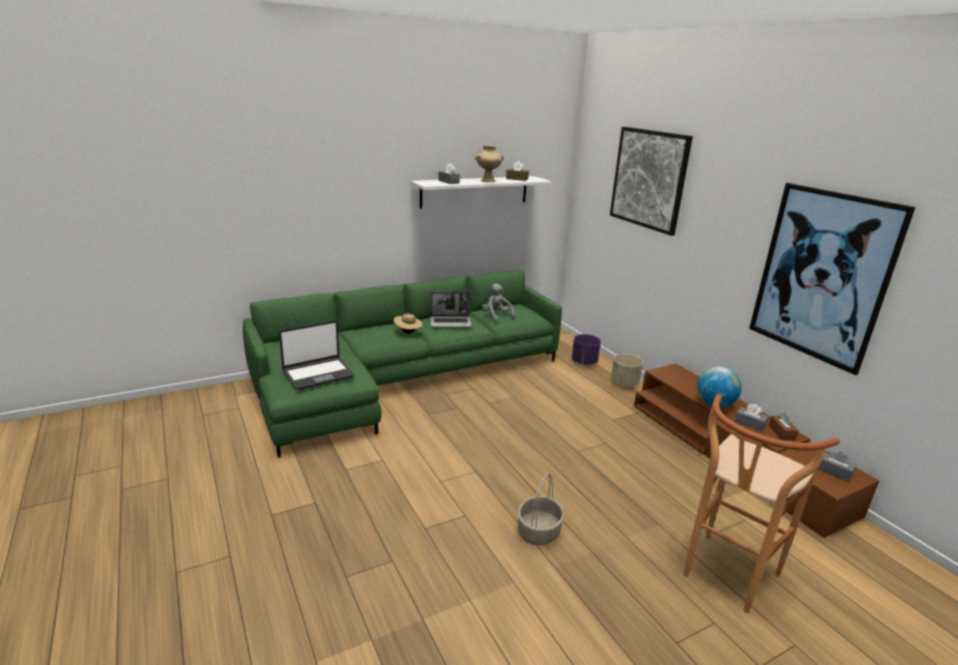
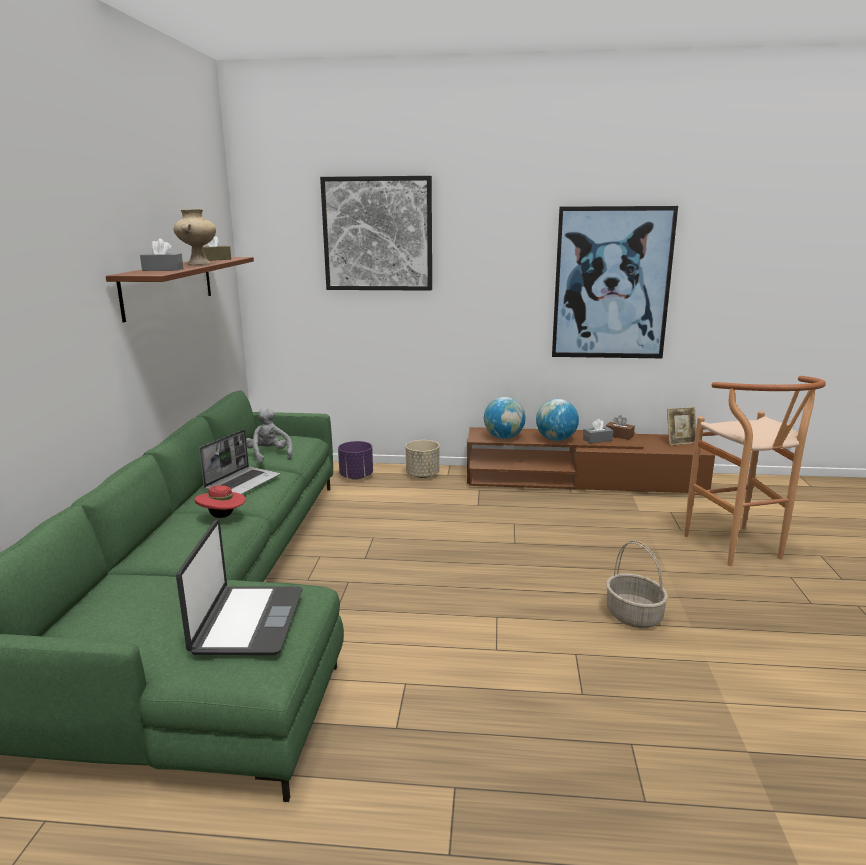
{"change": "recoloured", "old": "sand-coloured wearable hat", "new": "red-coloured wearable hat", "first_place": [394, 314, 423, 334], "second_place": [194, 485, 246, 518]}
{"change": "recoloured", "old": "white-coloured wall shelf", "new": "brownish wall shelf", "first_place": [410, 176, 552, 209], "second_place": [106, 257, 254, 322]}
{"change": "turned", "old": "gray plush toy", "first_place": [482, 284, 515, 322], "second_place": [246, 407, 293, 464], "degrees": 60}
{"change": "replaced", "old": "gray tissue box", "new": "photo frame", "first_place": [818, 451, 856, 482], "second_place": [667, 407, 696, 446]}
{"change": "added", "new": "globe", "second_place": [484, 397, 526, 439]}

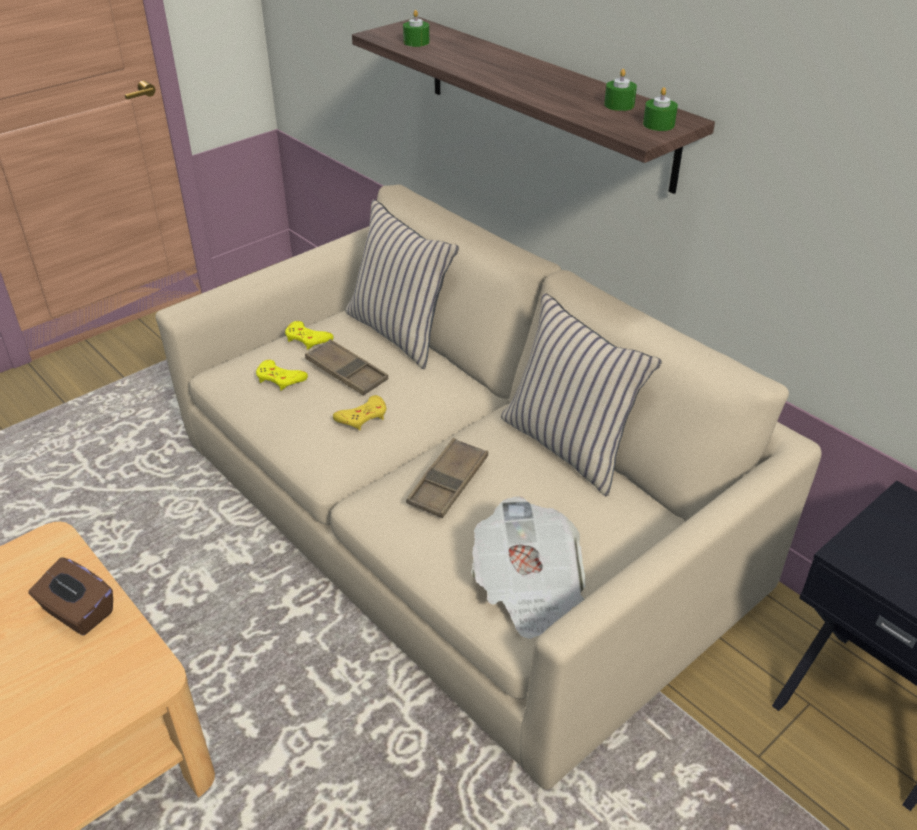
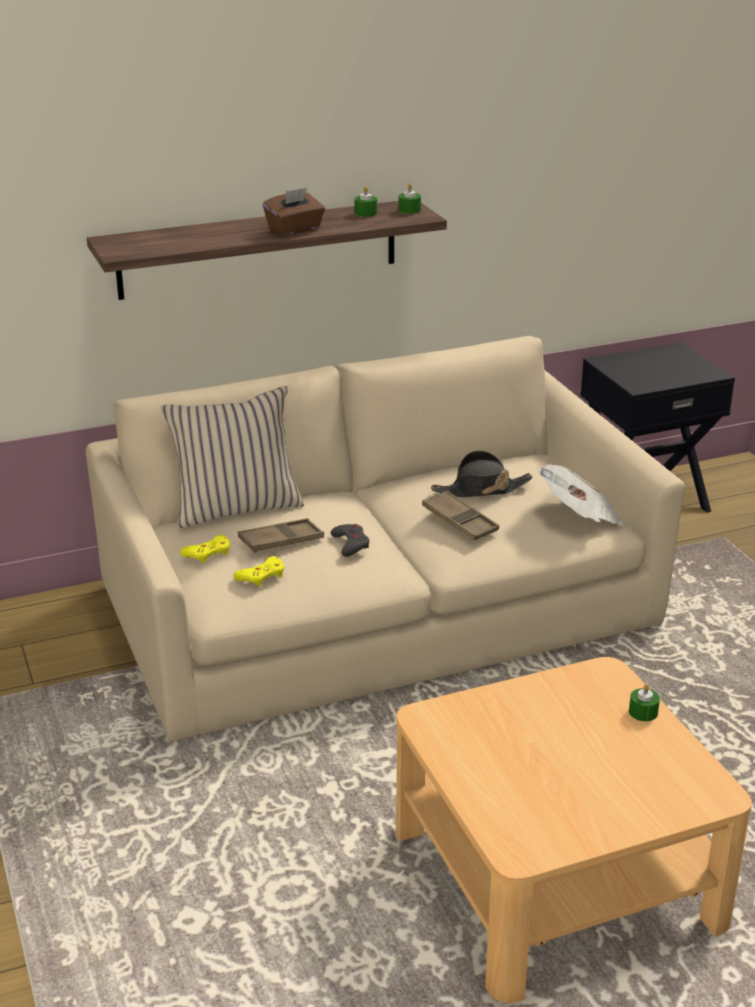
{"change": "moved", "old": "brownish tissue box", "first_place": [28, 557, 113, 635], "second_place": [263, 188, 325, 236]}
{"change": "recoloured", "old": "yellow gamepad", "new": "gray gamepad", "first_place": [333, 395, 386, 430], "second_place": [331, 524, 370, 557]}
{"change": "moved", "old": "greenish candle", "first_place": [403, 10, 429, 47], "second_place": [629, 684, 660, 721]}
{"change": "removed", "old": "sand-coloured cushion", "first_place": [501, 293, 662, 497]}
{"change": "added", "new": "black-coloured wearable hat", "second_place": [431, 450, 533, 498]}

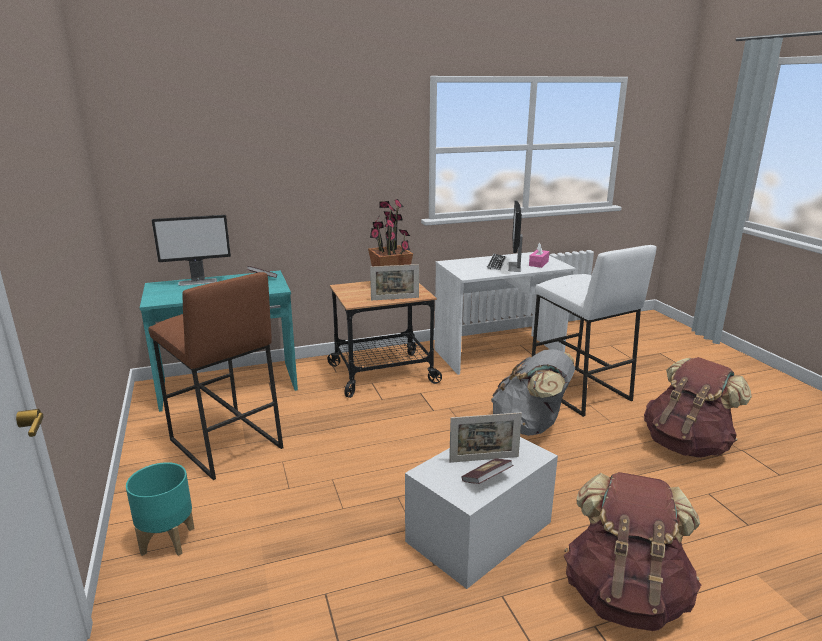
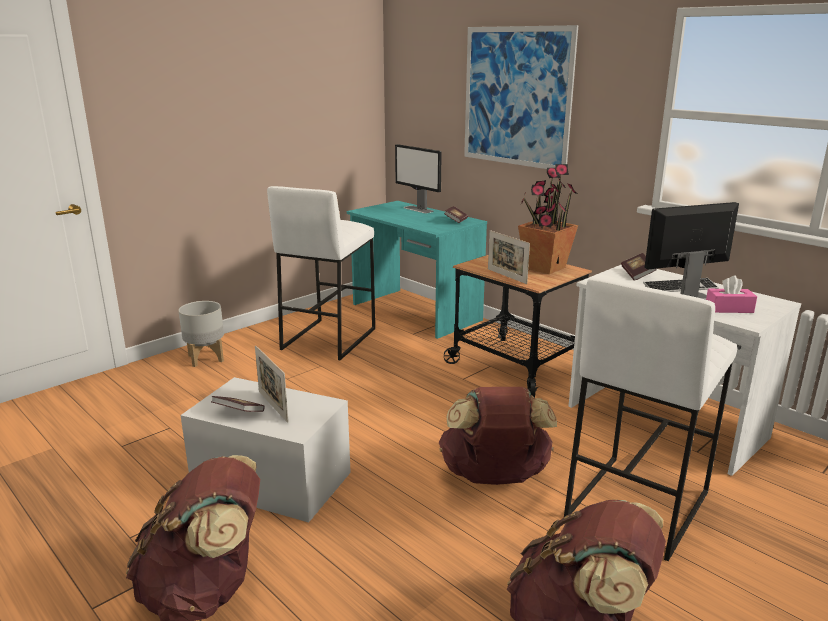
{"change": "recoloured", "old": "turquoise planter", "new": "gray planter", "first_place": [126, 462, 195, 556], "second_place": [178, 301, 224, 367]}
{"change": "recoloured", "old": "brownish sitting stool", "new": "white-coloured sitting stool", "first_place": [149, 272, 283, 480], "second_place": [267, 186, 375, 360]}
{"change": "recoloured", "old": "gray rucksack", "new": "brownish rucksack", "first_place": [491, 349, 575, 436], "second_place": [439, 387, 557, 485]}
{"change": "added", "new": "picture", "second_place": [464, 25, 578, 169]}
{"change": "added", "new": "volume", "second_place": [621, 253, 656, 281]}

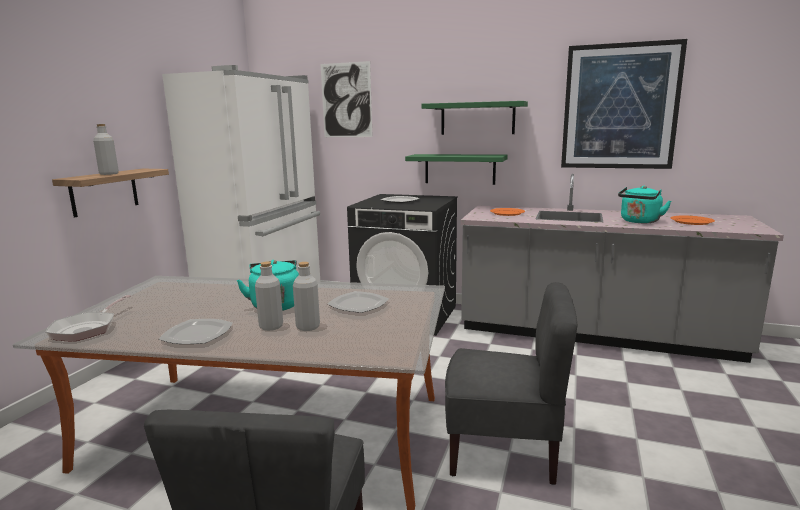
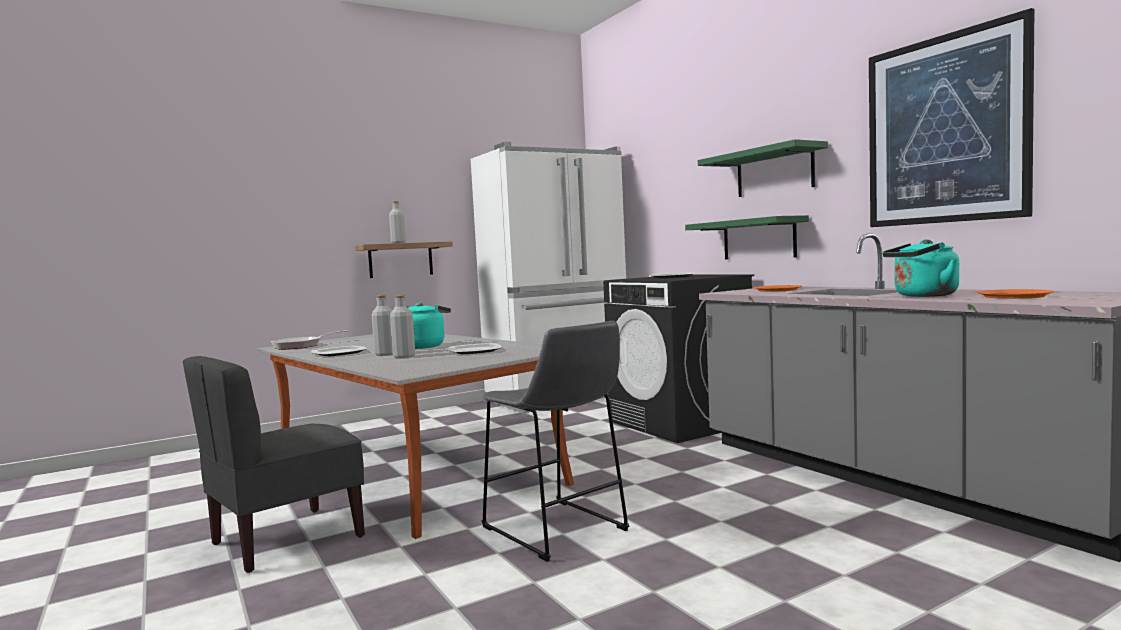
{"change": "removed", "old": "picture", "first_place": [321, 61, 373, 137]}
{"change": "replaced", "old": "gray upright chair", "new": "gray sitting stool", "first_place": [445, 282, 577, 485], "second_place": [481, 321, 629, 562]}

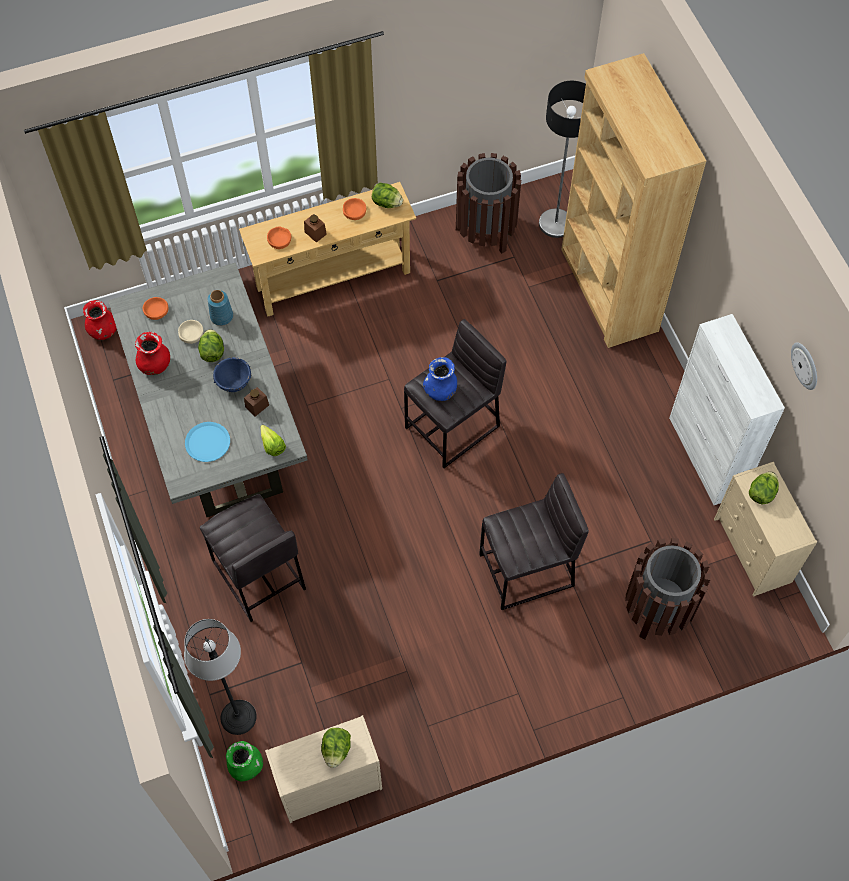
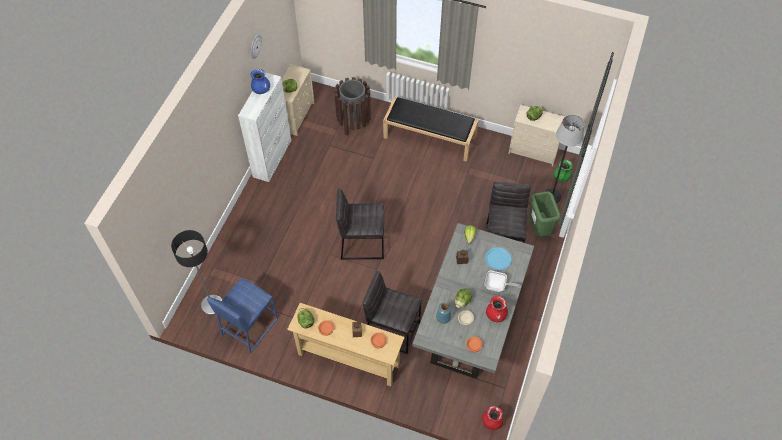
{"change": "removed", "old": "blue-coloured deep dish", "first_place": [213, 357, 251, 392]}
{"change": "moved", "old": "blue-coloured decorative vase", "first_place": [423, 357, 457, 401], "second_place": [251, 69, 270, 94]}
{"change": "replaced", "old": "brownish trash can", "new": "blue-coloured sitting stool", "first_place": [456, 153, 521, 254], "second_place": [207, 278, 278, 354]}
{"change": "moved", "old": "gray sitting stool", "first_place": [479, 473, 589, 610], "second_place": [363, 271, 422, 354]}
{"change": "removed", "old": "brownish shelving unit", "first_place": [561, 53, 706, 348]}
{"change": "added", "new": "black-coloured bench", "second_place": [383, 96, 479, 162]}
{"change": "added", "new": "pan", "second_place": [485, 271, 521, 292]}
{"change": "added", "new": "greenish trash can", "second_place": [529, 191, 561, 237]}

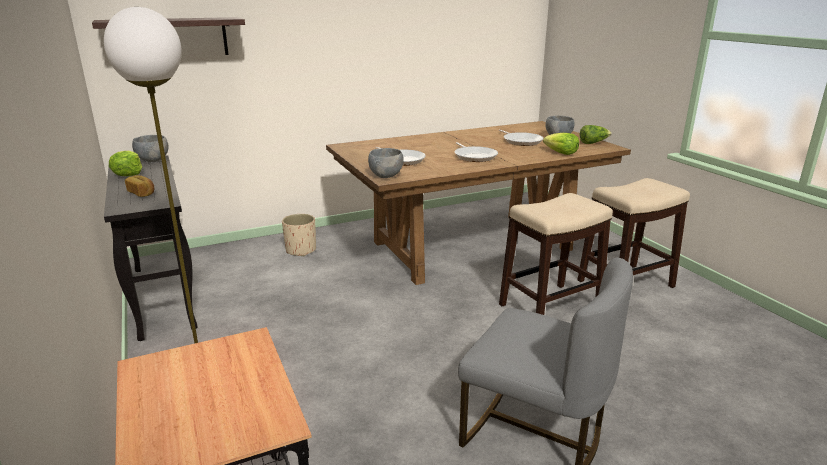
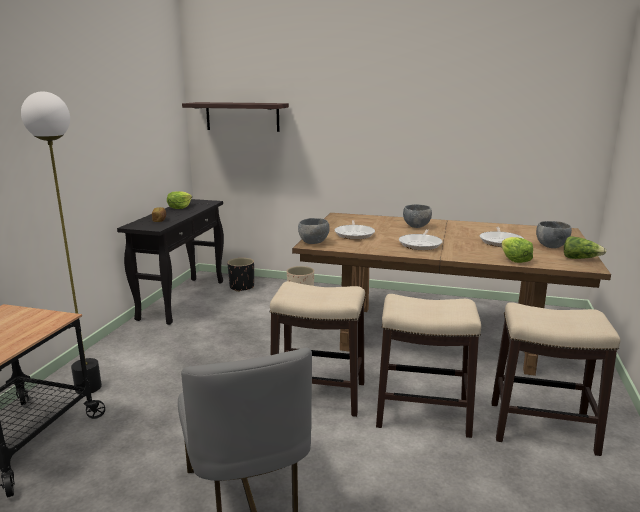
{"change": "moved", "old": "gray deep dish", "first_place": [132, 135, 169, 162], "second_place": [403, 204, 432, 228]}
{"change": "added", "new": "black-coloured planter", "second_place": [227, 258, 254, 292]}
{"change": "added", "new": "sitting stool", "second_place": [269, 281, 365, 417]}

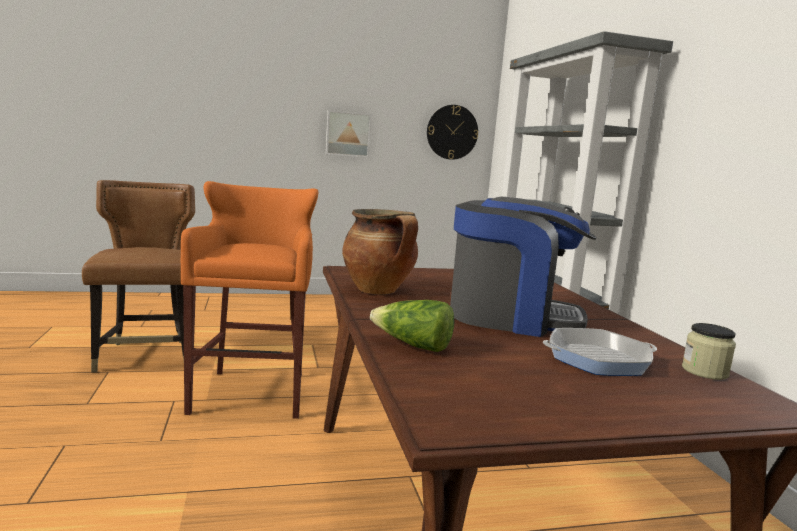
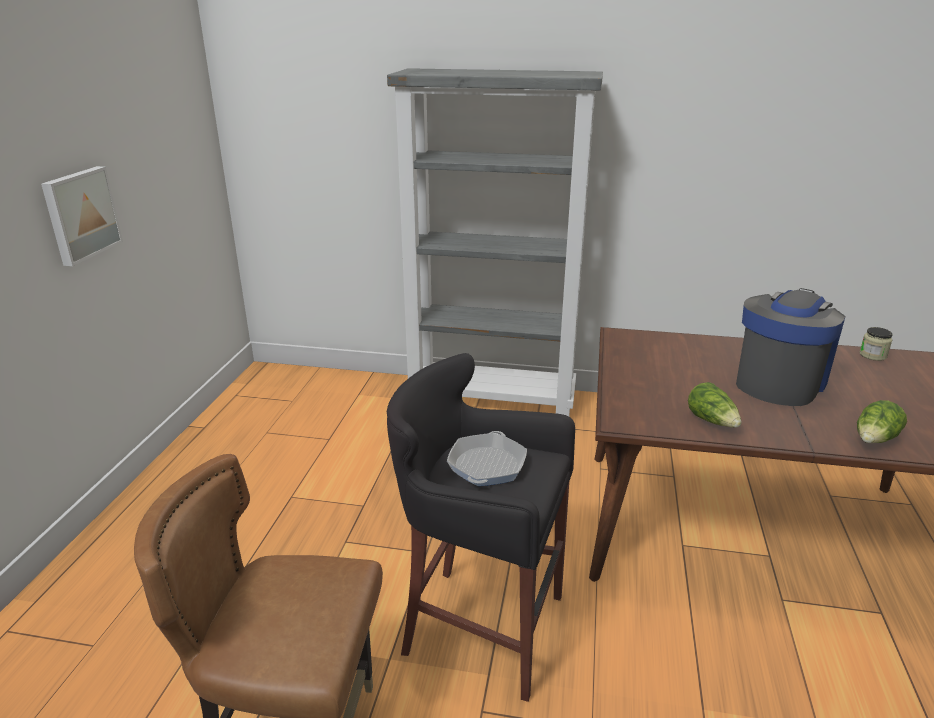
{"change": "recoloured", "old": "orange sitting stool", "new": "black-coloured sitting stool", "first_place": [181, 181, 319, 419], "second_place": [387, 353, 575, 702]}
{"change": "replaced", "old": "stockpot", "new": "head of lettuce", "first_place": [342, 209, 418, 294], "second_place": [688, 382, 742, 428]}
{"change": "removed", "old": "clock on the wall", "first_place": [427, 105, 478, 160]}
{"change": "moved", "old": "pan", "first_place": [543, 328, 657, 376], "second_place": [447, 431, 527, 486]}

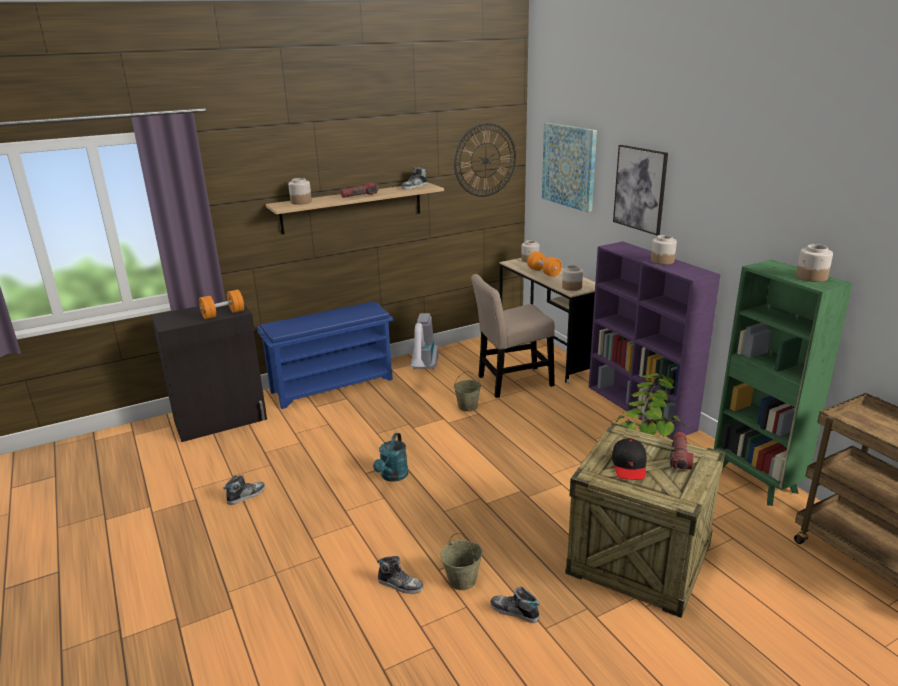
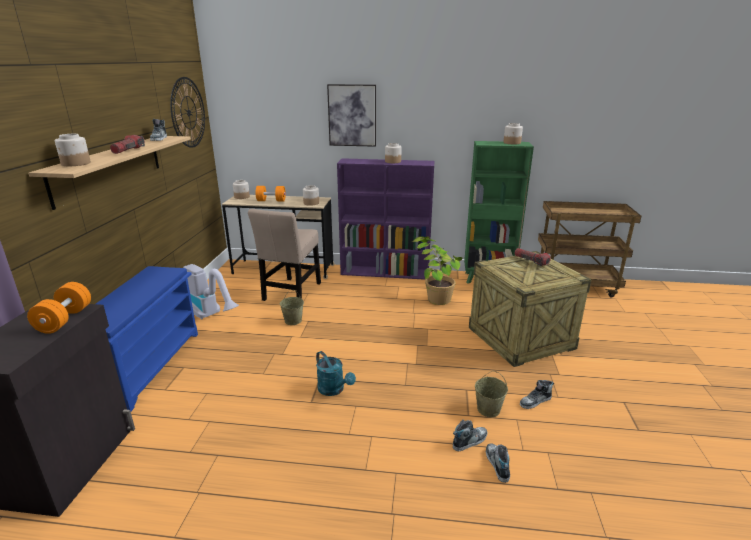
{"change": "moved", "old": "item of footwear", "first_place": [223, 475, 265, 505], "second_place": [486, 443, 510, 483]}
{"change": "removed", "old": "picture", "first_place": [542, 123, 597, 213]}
{"change": "removed", "old": "black-coloured peaked cap", "first_place": [612, 438, 647, 480]}

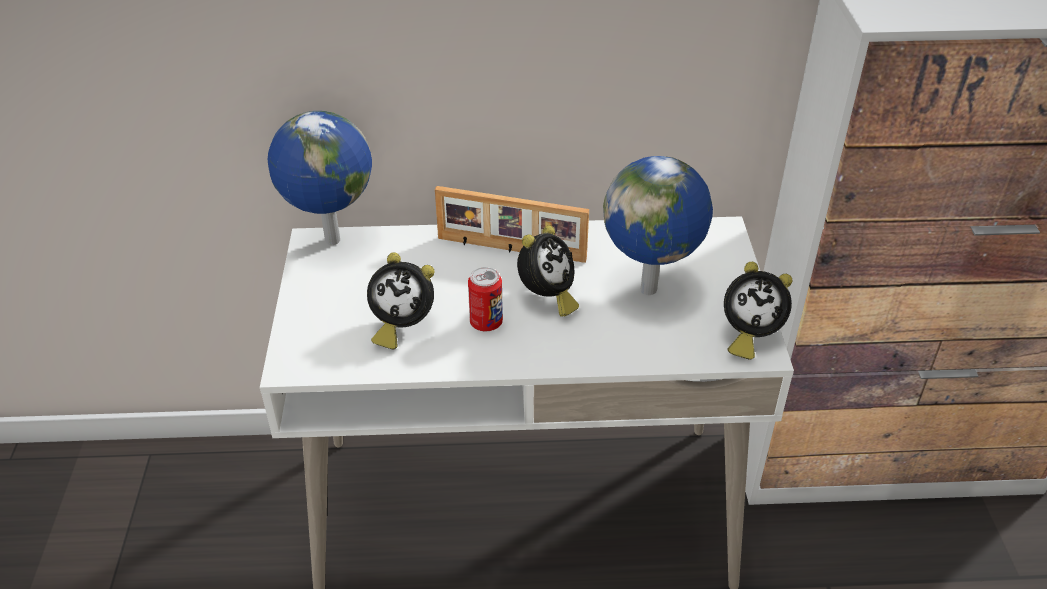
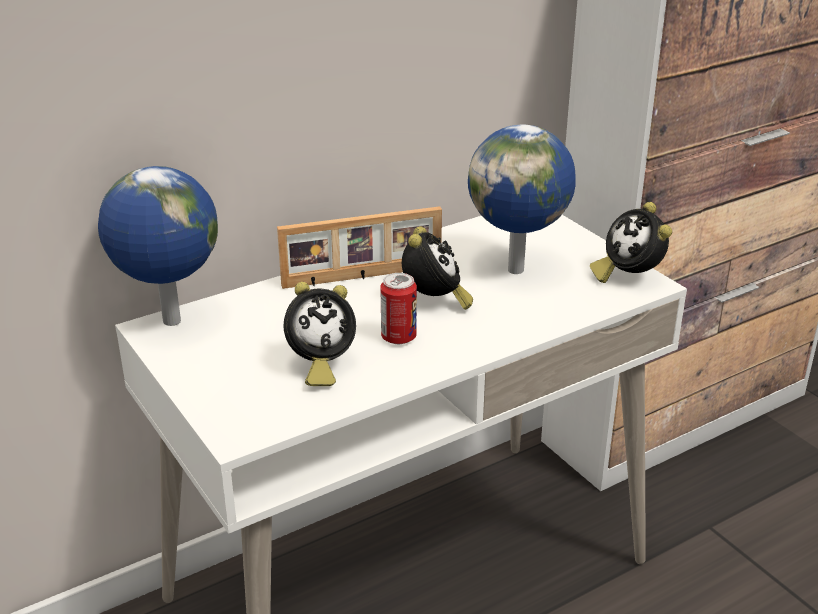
{"change": "turned", "old": "bedside clock", "first_place": [724, 262, 792, 360], "second_place": [590, 202, 672, 283], "degrees": 90}

